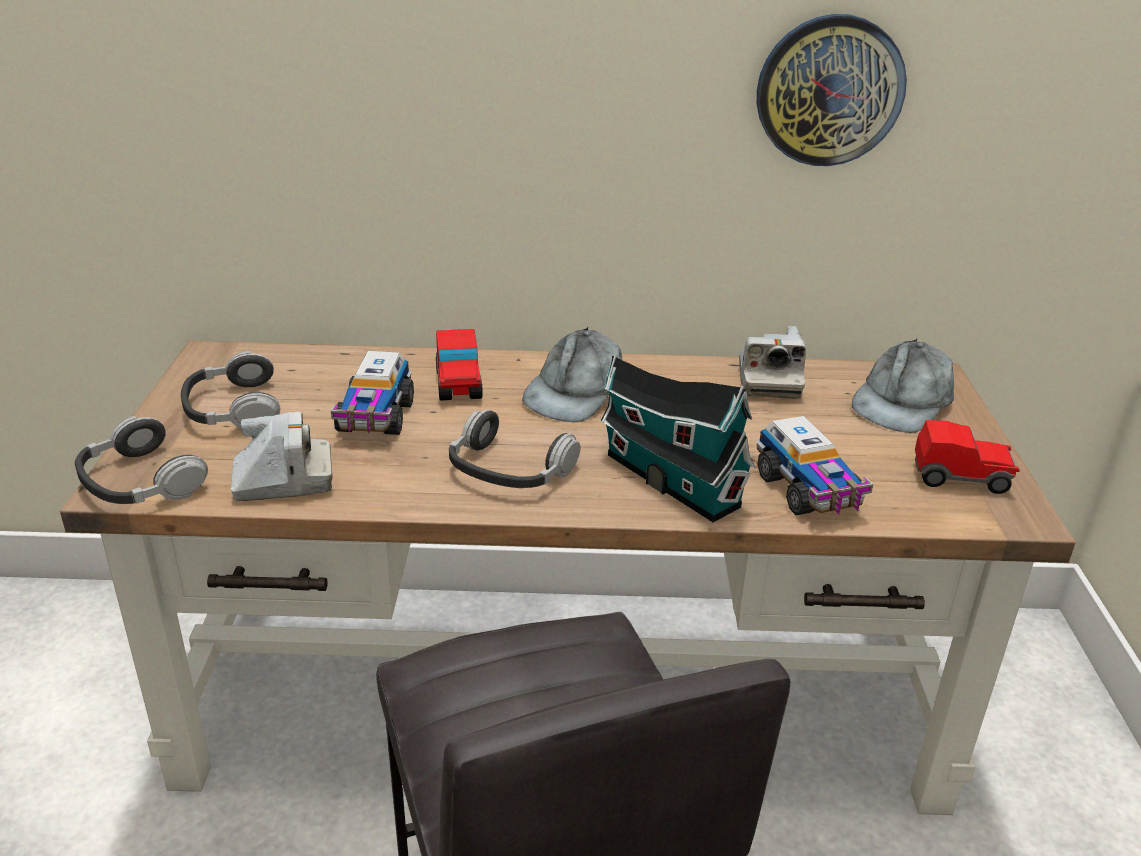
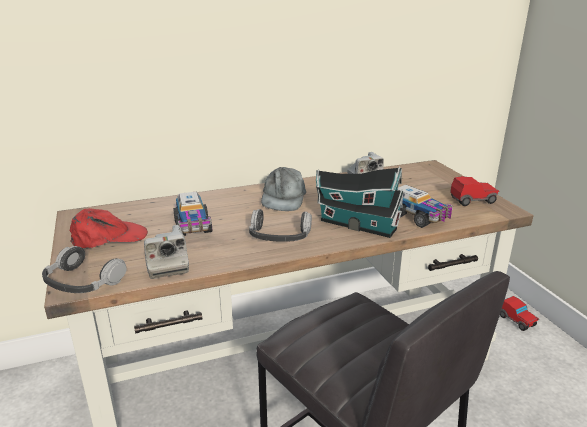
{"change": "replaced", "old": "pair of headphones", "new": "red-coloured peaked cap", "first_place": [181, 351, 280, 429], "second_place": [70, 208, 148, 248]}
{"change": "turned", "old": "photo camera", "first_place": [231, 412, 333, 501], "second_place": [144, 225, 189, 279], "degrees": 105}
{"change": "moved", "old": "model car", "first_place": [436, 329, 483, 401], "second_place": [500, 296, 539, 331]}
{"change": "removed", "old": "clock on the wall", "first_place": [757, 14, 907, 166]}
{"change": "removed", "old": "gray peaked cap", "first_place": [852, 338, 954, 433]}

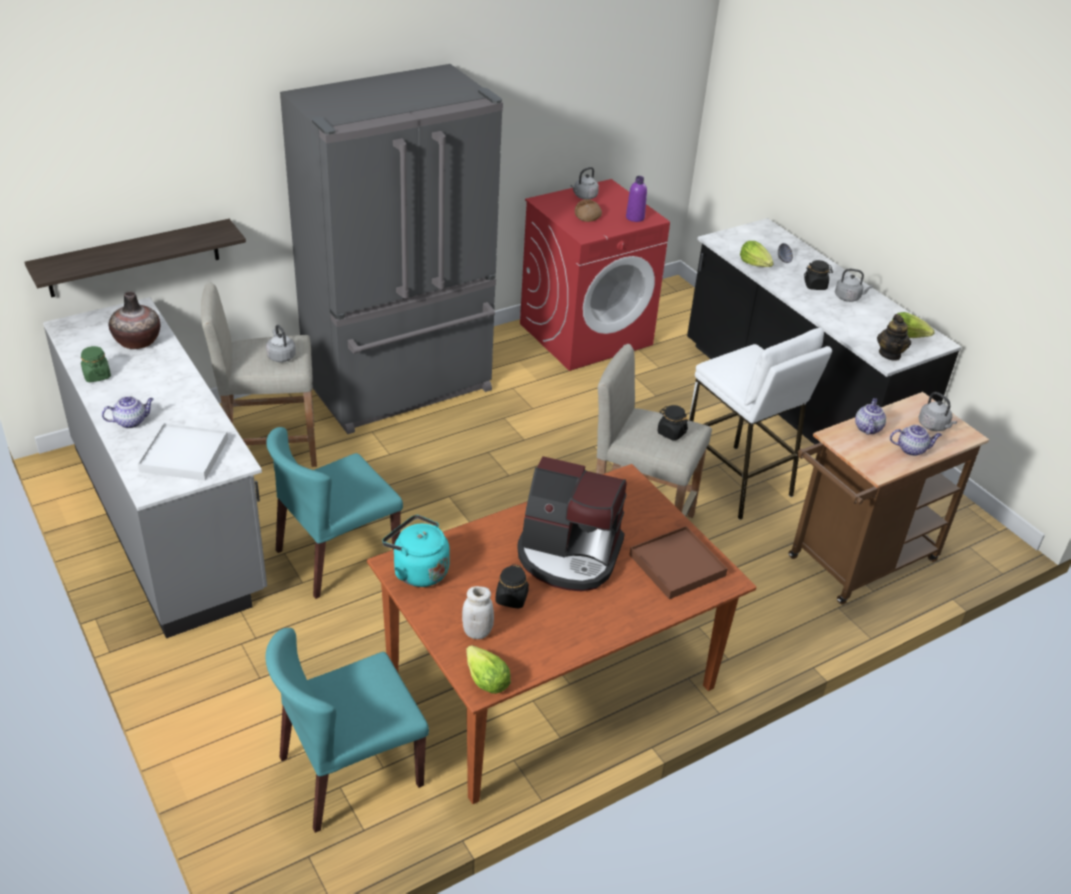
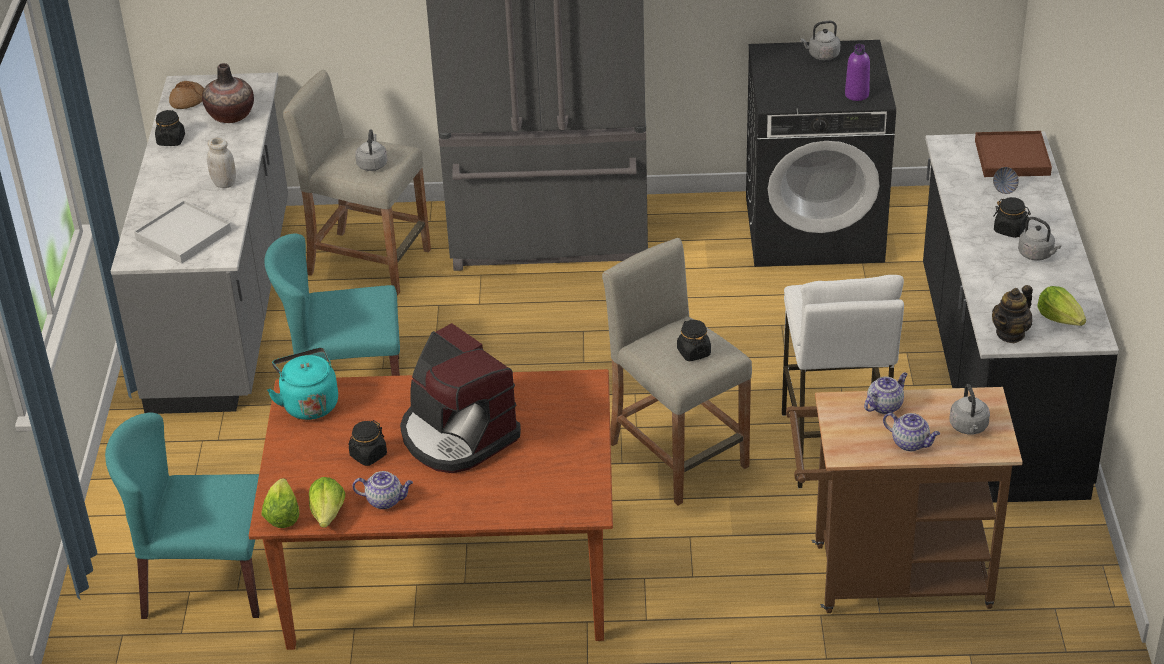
{"change": "removed", "old": "wall shelf", "first_place": [25, 219, 246, 297]}
{"change": "recoloured", "old": "greenish storage jar", "new": "black-coloured storage jar", "first_place": [81, 346, 111, 382], "second_place": [155, 110, 185, 146]}
{"change": "moved", "old": "tea pot", "first_place": [102, 396, 154, 428], "second_place": [352, 471, 413, 509]}
{"change": "moved", "old": "white-coloured storage jar", "first_place": [462, 586, 494, 639], "second_place": [207, 138, 236, 188]}
{"change": "recoloured", "old": "red-coloured washing machine", "new": "black-coloured washing machine", "first_place": [520, 179, 670, 371], "second_place": [746, 40, 896, 267]}
{"change": "moved", "old": "baked bread", "first_place": [575, 199, 602, 222], "second_place": [169, 81, 205, 109]}
{"change": "moved", "old": "brownish carrying tray", "first_place": [629, 526, 728, 599], "second_place": [975, 131, 1052, 177]}
{"change": "moved", "old": "head of lettuce", "first_place": [740, 241, 774, 267], "second_place": [309, 477, 345, 528]}

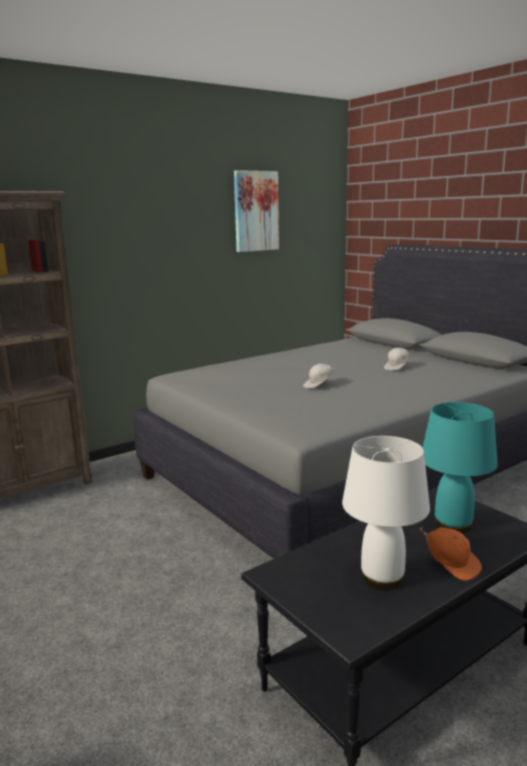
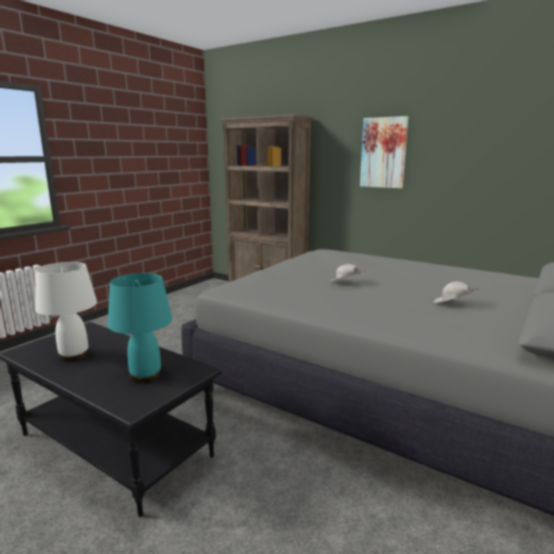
{"change": "moved", "old": "picture", "first_place": [234, 170, 279, 252], "second_place": [360, 116, 408, 188]}
{"change": "removed", "old": "orange peaked cap", "first_place": [420, 527, 482, 581]}

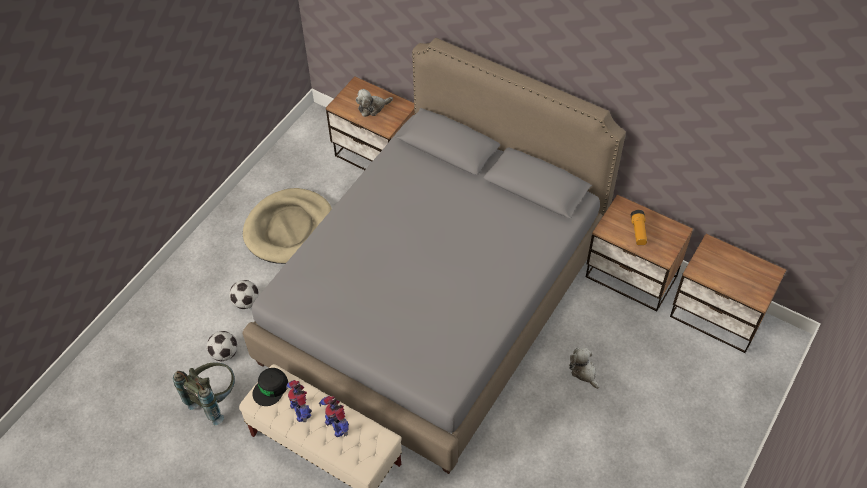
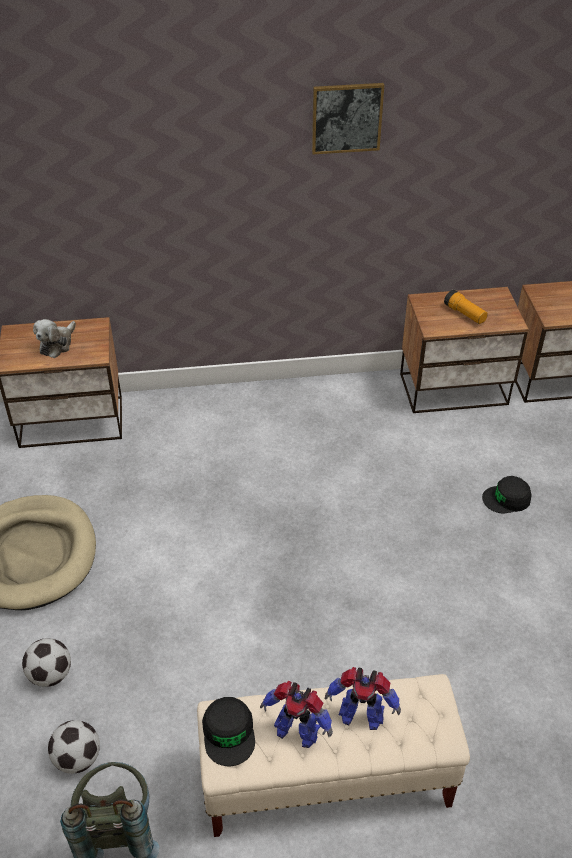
{"change": "removed", "old": "gray bed", "first_place": [243, 38, 626, 474]}
{"change": "replaced", "old": "plush toy", "new": "black-coloured peaked cap", "first_place": [569, 348, 599, 389], "second_place": [482, 476, 531, 513]}
{"change": "added", "new": "picture", "second_place": [312, 83, 384, 154]}

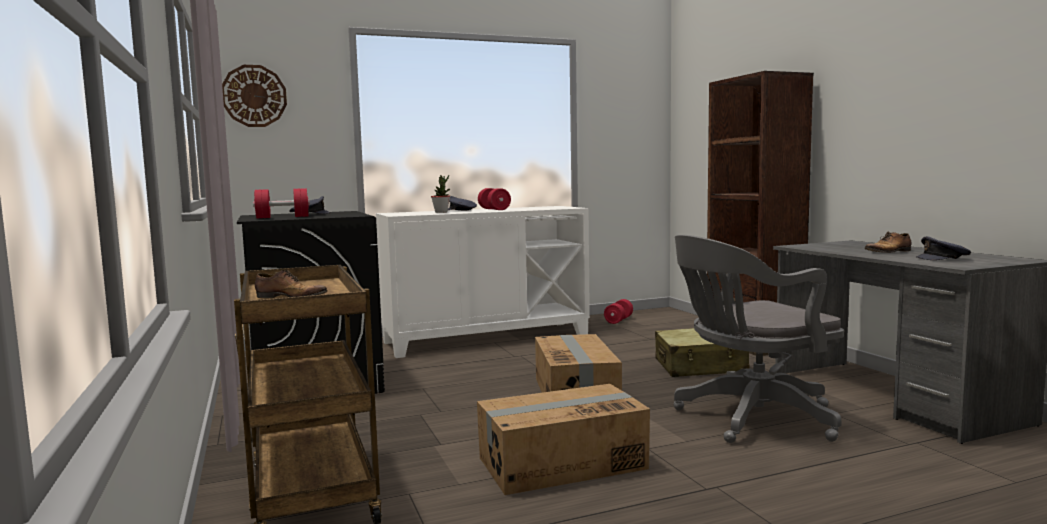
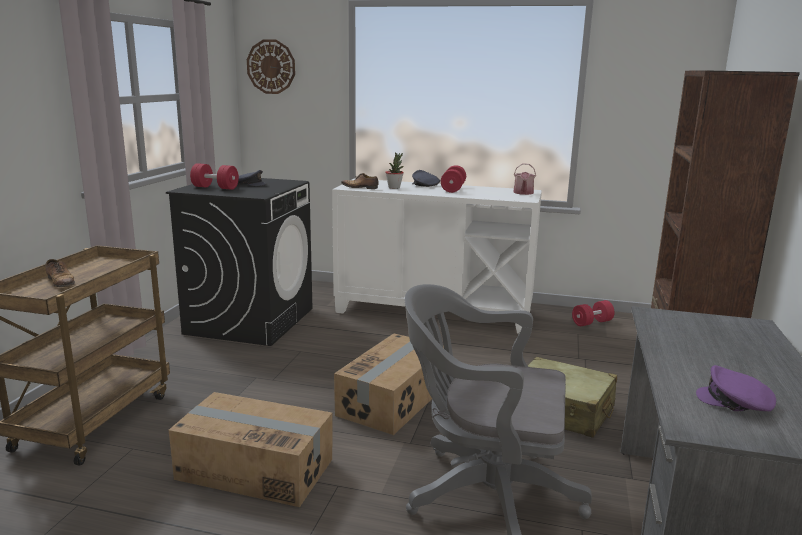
{"change": "moved", "old": "item of footwear", "first_place": [865, 231, 912, 253], "second_place": [341, 173, 378, 189]}
{"change": "recoloured", "old": "gray peaked cap", "new": "purple-coloured peaked cap", "first_place": [916, 236, 971, 260], "second_place": [696, 365, 776, 411]}
{"change": "added", "new": "watering can", "second_place": [513, 163, 536, 195]}

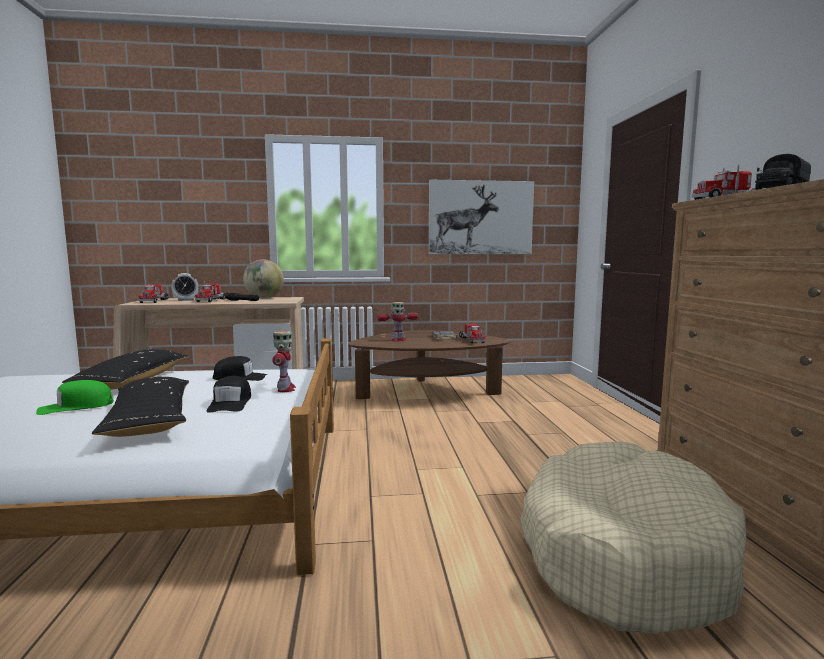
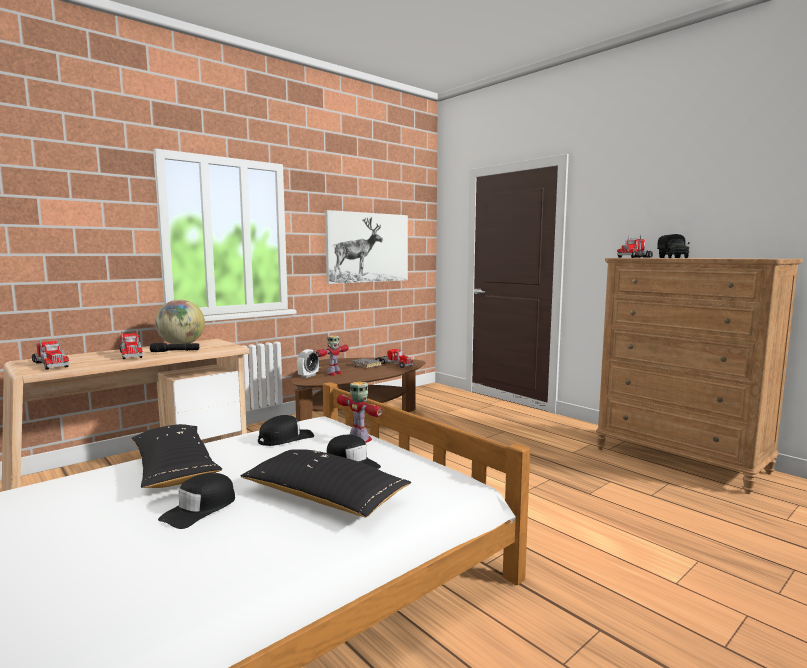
{"change": "recoloured", "old": "greenish peaked cap", "new": "black-coloured peaked cap", "first_place": [36, 380, 114, 415], "second_place": [158, 473, 235, 529]}
{"change": "moved", "old": "bedside clock", "first_place": [171, 273, 198, 301], "second_place": [297, 349, 319, 378]}
{"change": "removed", "old": "sand-coloured pet bed", "first_place": [520, 442, 747, 634]}

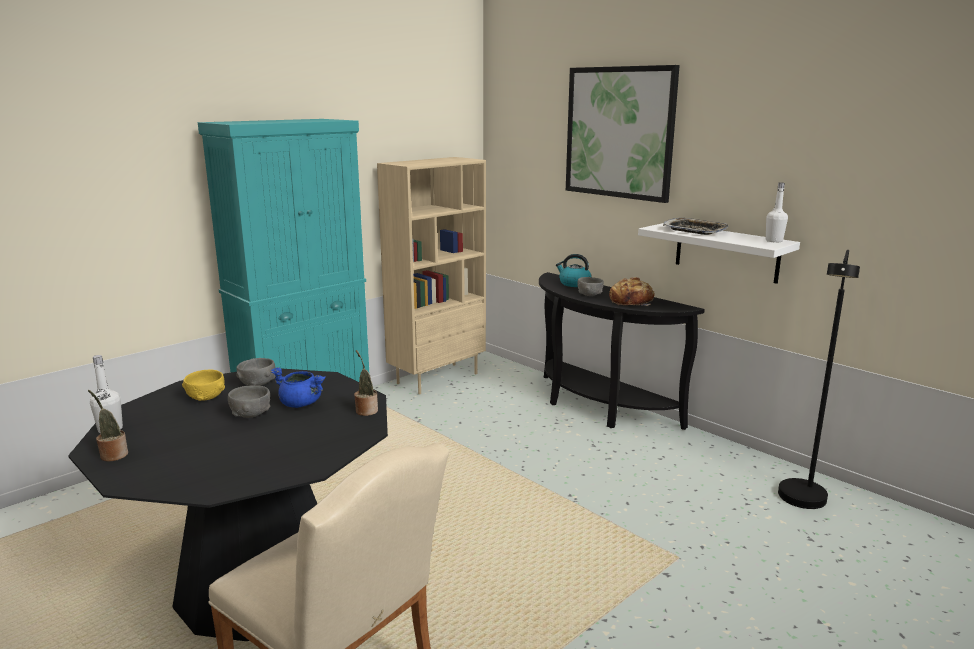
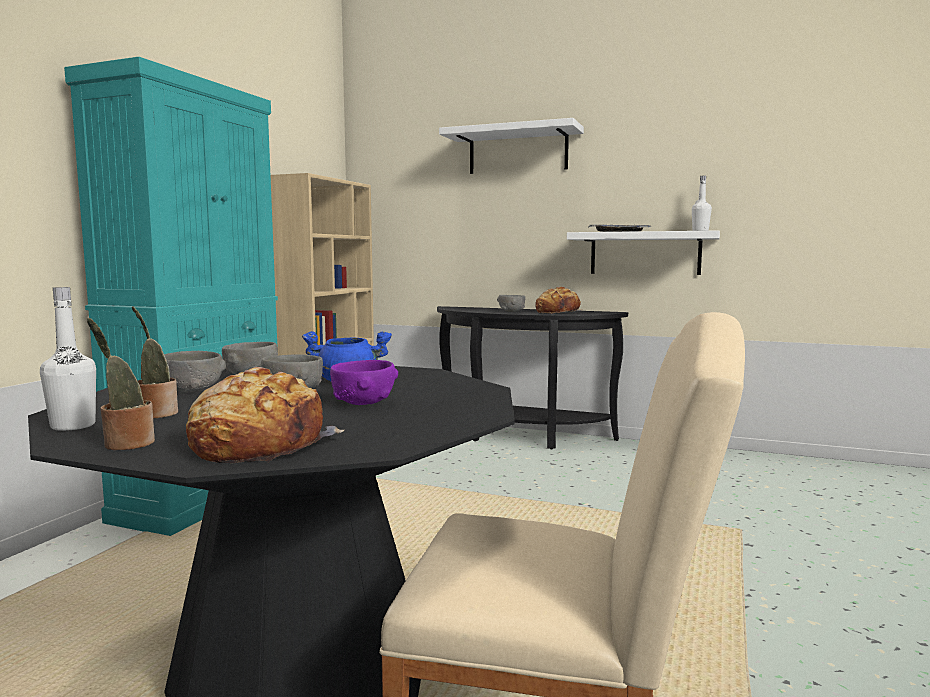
{"change": "recoloured", "old": "yellow deep dish", "new": "gray deep dish", "first_place": [182, 370, 225, 401], "second_place": [164, 351, 226, 392]}
{"change": "moved", "old": "plant in a pot", "first_place": [354, 350, 378, 416], "second_place": [132, 306, 178, 418]}
{"change": "removed", "old": "tea kettle", "first_place": [556, 254, 592, 287]}
{"change": "replaced", "old": "picture", "new": "white-coloured wall shelf", "first_place": [566, 65, 680, 203], "second_place": [439, 118, 584, 174]}
{"change": "removed", "old": "black-coloured standard lamp", "first_place": [778, 250, 860, 509]}
{"change": "added", "new": "baked bread", "second_place": [186, 367, 344, 463]}
{"change": "added", "new": "purple-coloured deep dish", "second_place": [330, 360, 398, 405]}

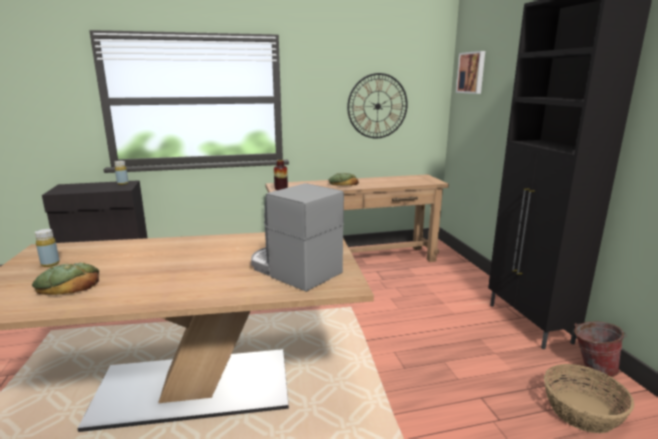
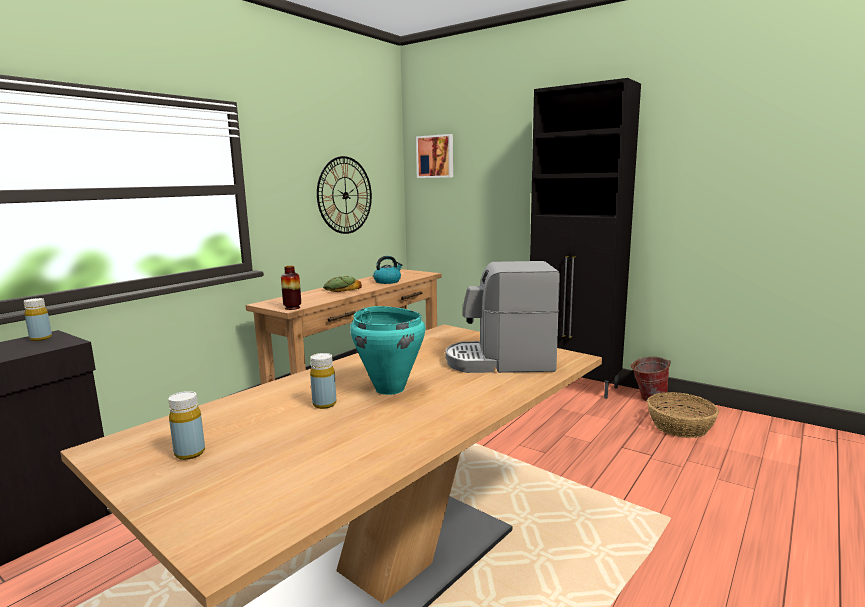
{"change": "removed", "old": "baked bread", "first_place": [32, 262, 99, 295]}
{"change": "added", "new": "yellow beverage bottle", "second_place": [310, 353, 336, 409]}
{"change": "added", "new": "turquoise stockpot", "second_place": [350, 306, 425, 395]}
{"change": "added", "new": "tea kettle", "second_place": [373, 256, 403, 284]}

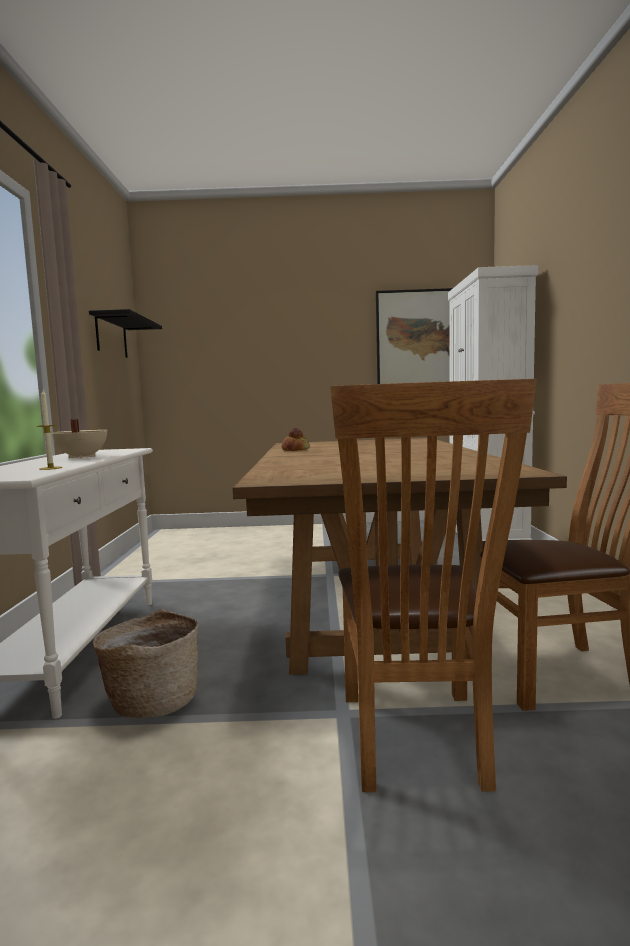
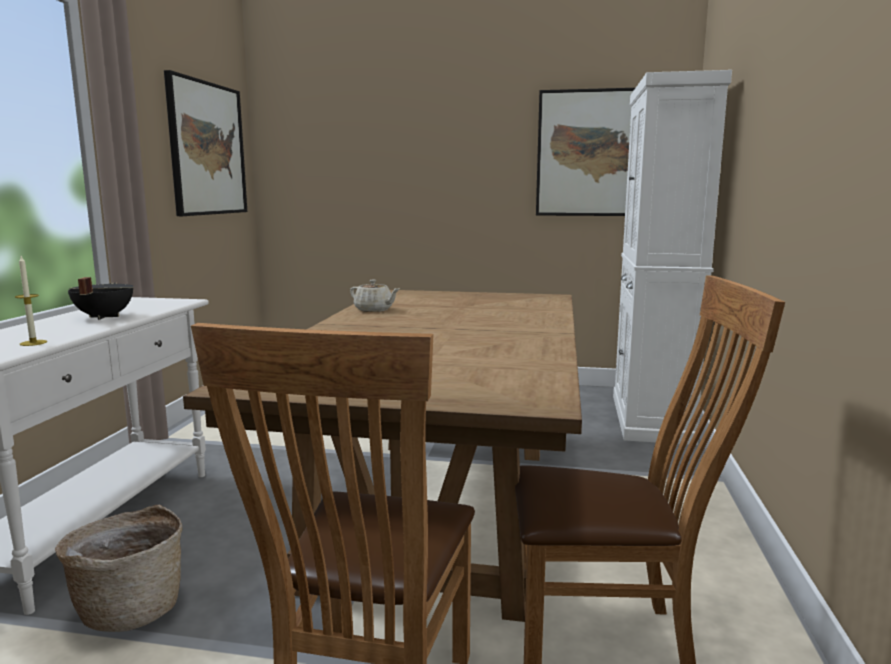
{"change": "recoloured", "old": "sand-coloured stockpot", "new": "black-coloured stockpot", "first_place": [52, 419, 108, 458], "second_place": [68, 277, 134, 320]}
{"change": "replaced", "old": "black-coloured wall shelf", "new": "picture", "first_place": [89, 309, 162, 358], "second_place": [164, 70, 247, 216]}
{"change": "replaced", "old": "baked bread", "new": "sand-coloured tea pot", "first_place": [282, 428, 310, 451], "second_place": [350, 280, 399, 312]}

